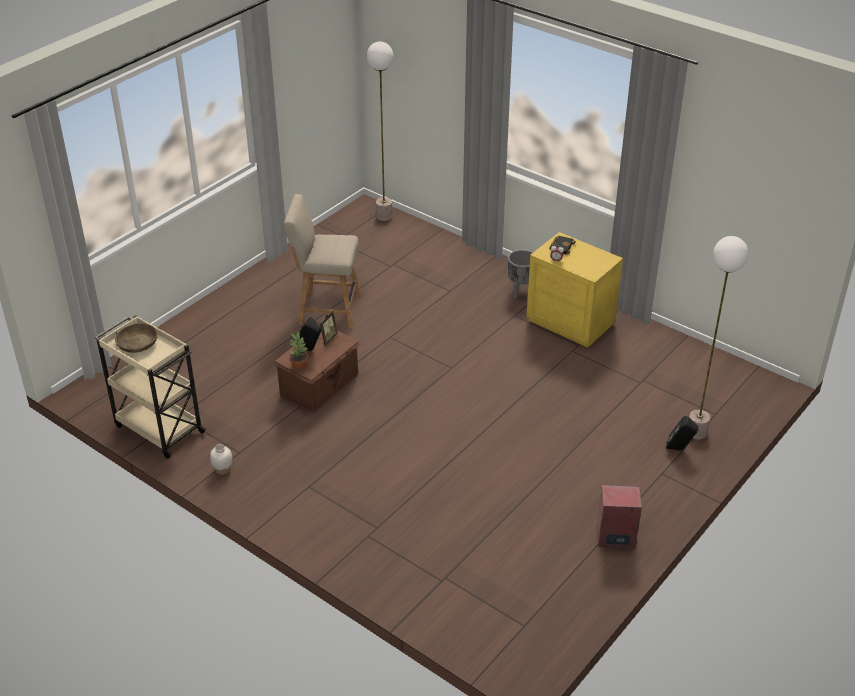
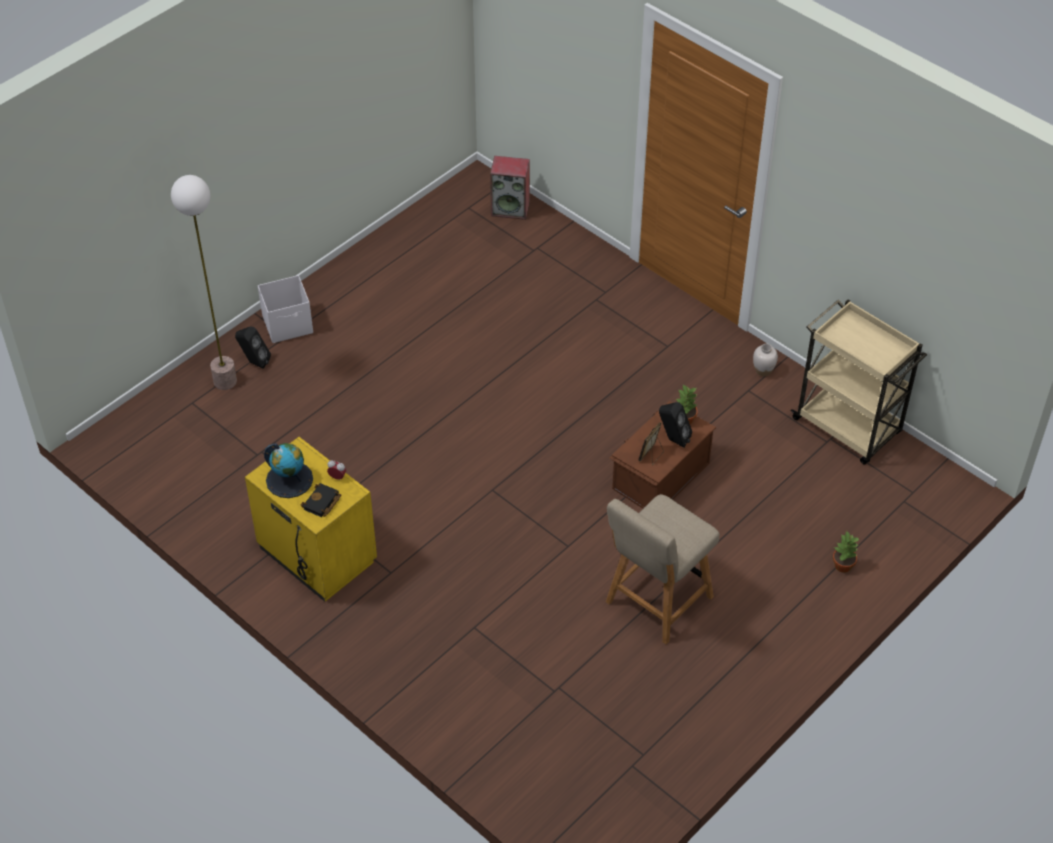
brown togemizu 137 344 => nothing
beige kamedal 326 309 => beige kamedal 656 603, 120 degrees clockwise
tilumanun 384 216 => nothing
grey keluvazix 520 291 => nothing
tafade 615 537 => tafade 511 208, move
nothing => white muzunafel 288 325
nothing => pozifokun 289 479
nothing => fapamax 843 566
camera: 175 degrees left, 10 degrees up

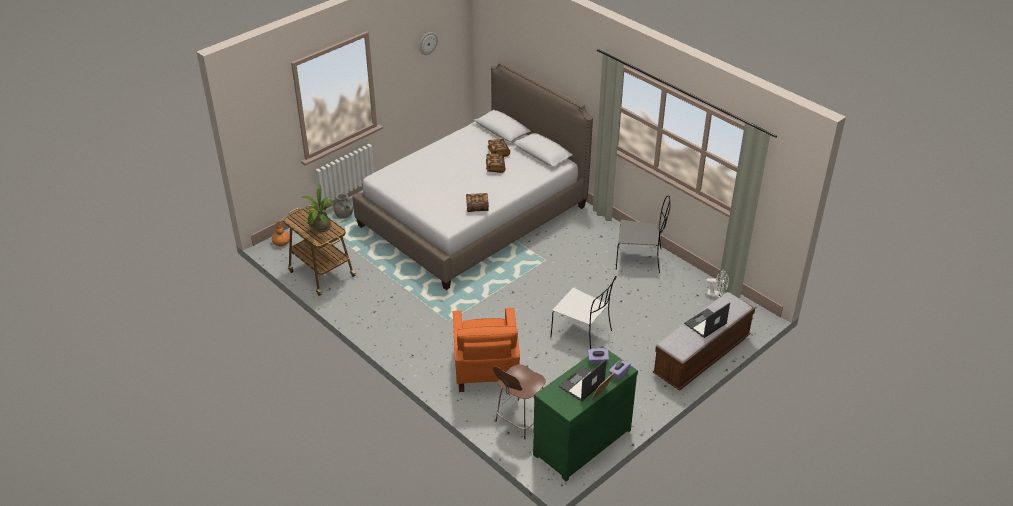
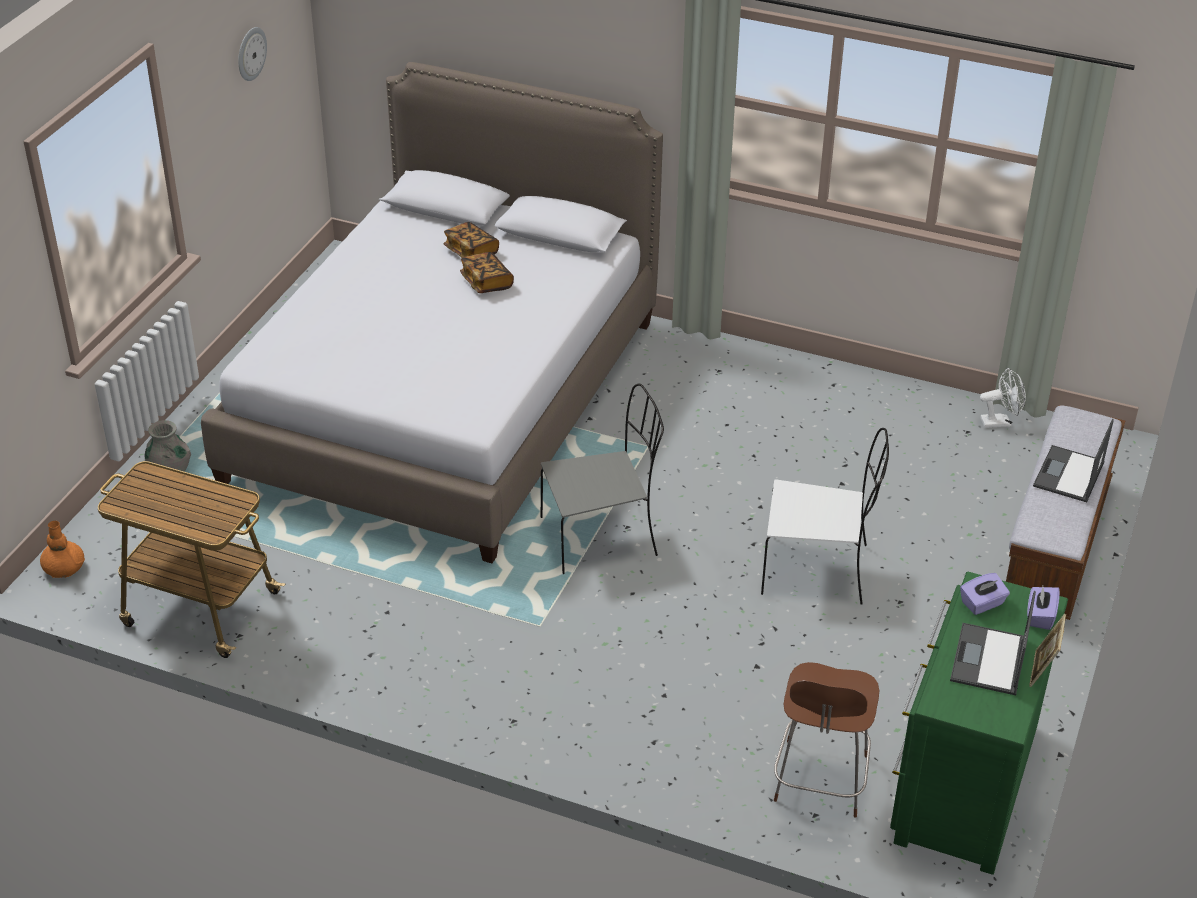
fapamax 320 228 => nothing
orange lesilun 485 371 => nothing
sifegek 477 207 => nothing
grey kamedal 640 259 => grey kamedal 601 536, move
camera: 25 degrees left, 0 degrees up

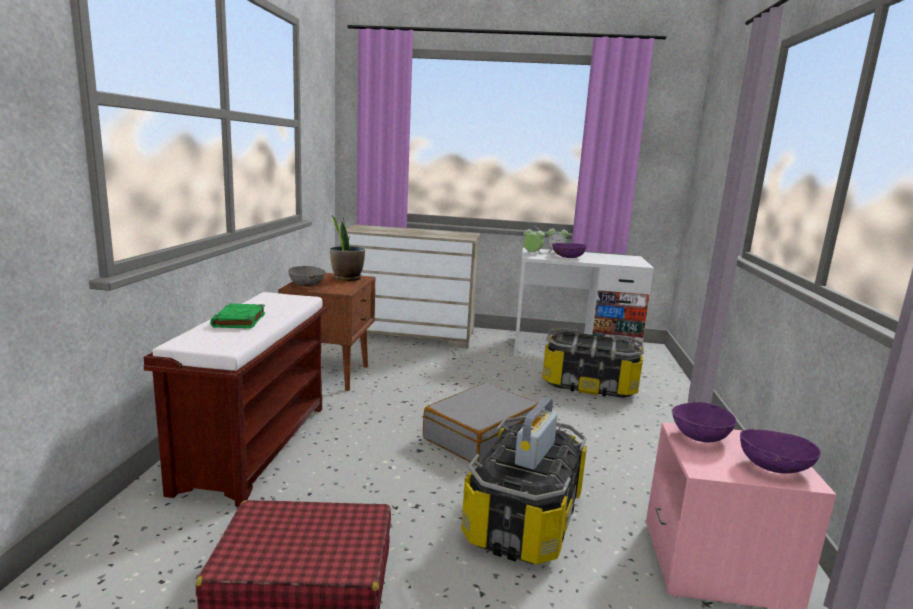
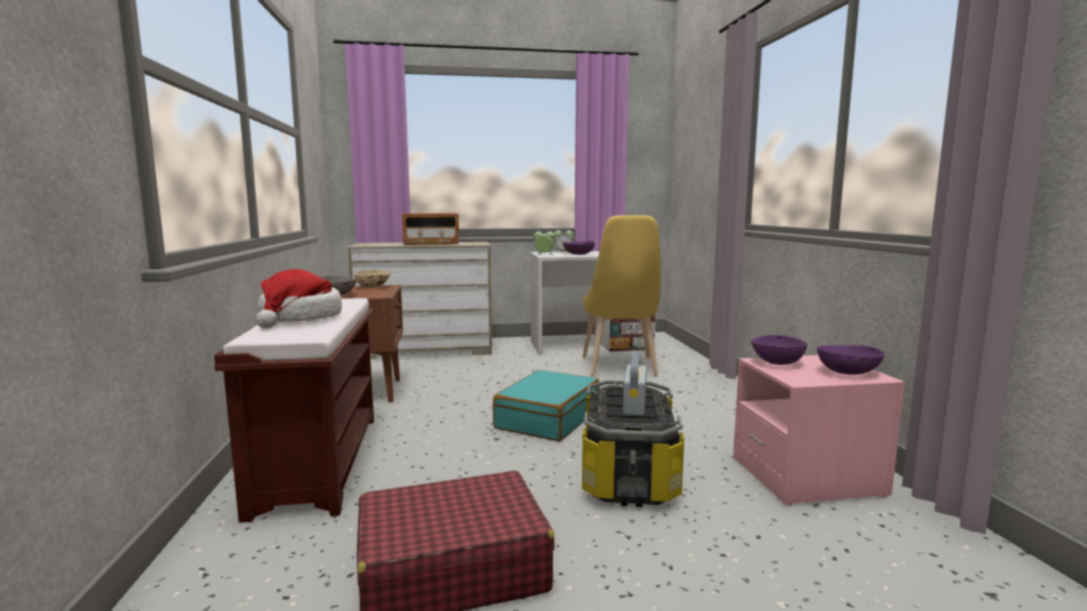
green sifegek 239 320 => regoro 299 318
fapamax 347 278 => beige togemizu 373 287
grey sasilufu 480 436 => turquoise sasilufu 547 419
muzunafel 589 385 => yellow kamedal 620 368
nothing => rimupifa 430 243
camera: 15 degrees left, 5 degrees down

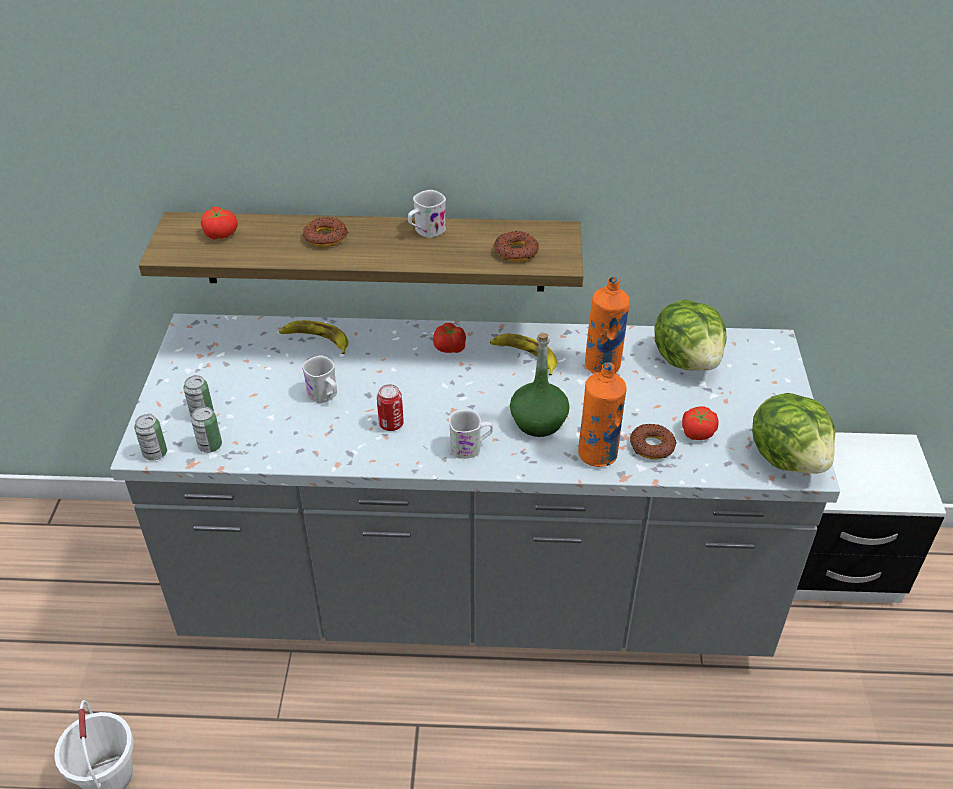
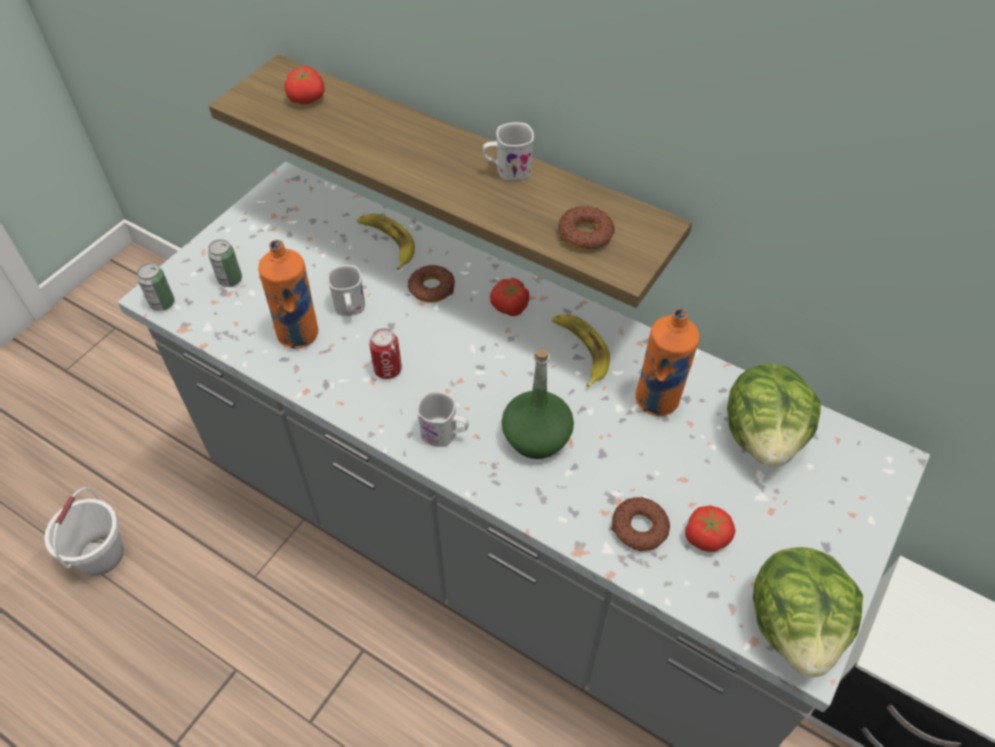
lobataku 210 446 => nothing
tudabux 325 237 => tudabux 432 288, move
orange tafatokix 597 454 => orange tafatokix 299 334, move
camera: 30 degrees right, 10 degrees up

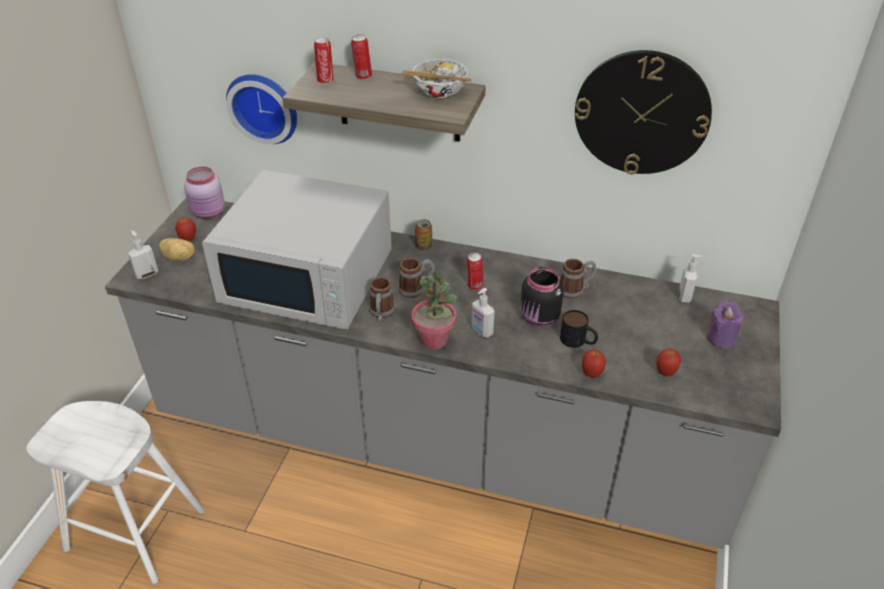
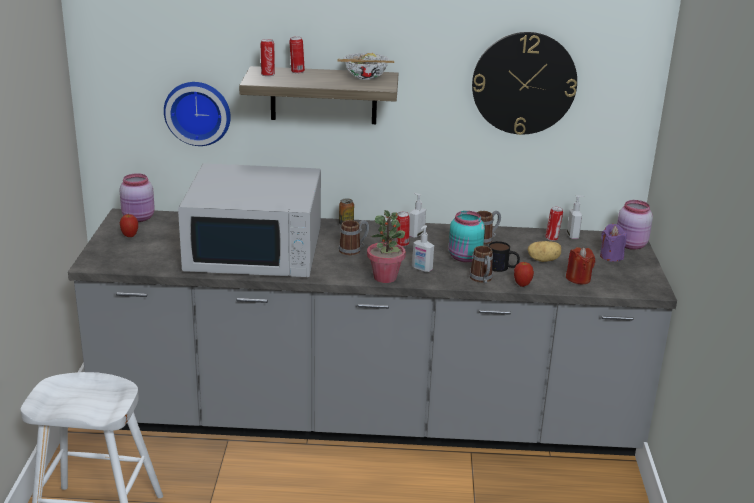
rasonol 146 274 => rasonol 416 234, move
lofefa 180 257 => lofefa 543 260, move
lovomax 381 313 => lovomax 482 280, move
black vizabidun 539 318 => turquoise vizabidun 464 258
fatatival 665 372 => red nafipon 578 279
nothing => lobataku 552 238
nothing => pink vizabidun 630 245
camera: 15 degrees left, 15 degrees down

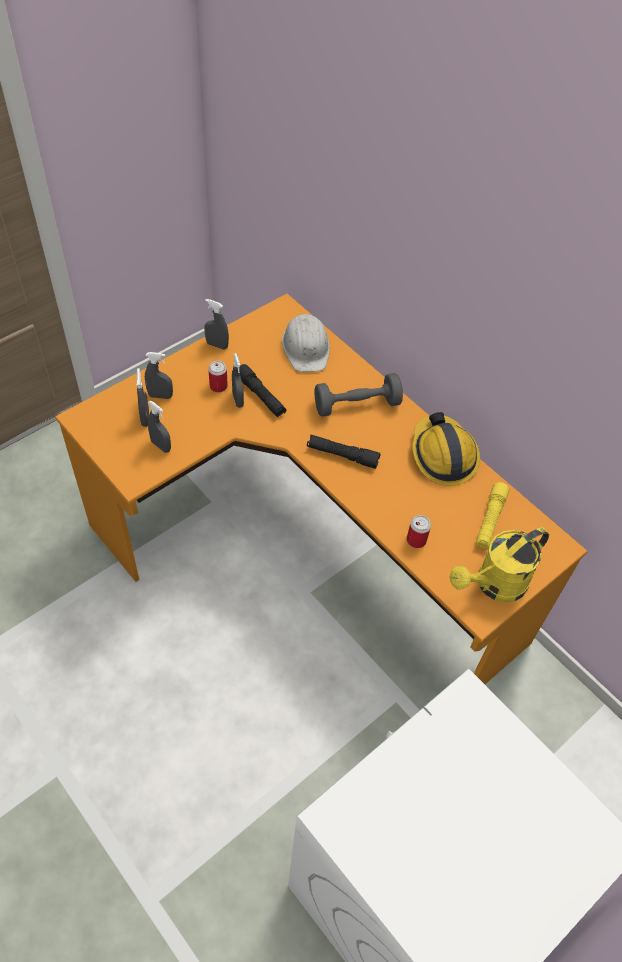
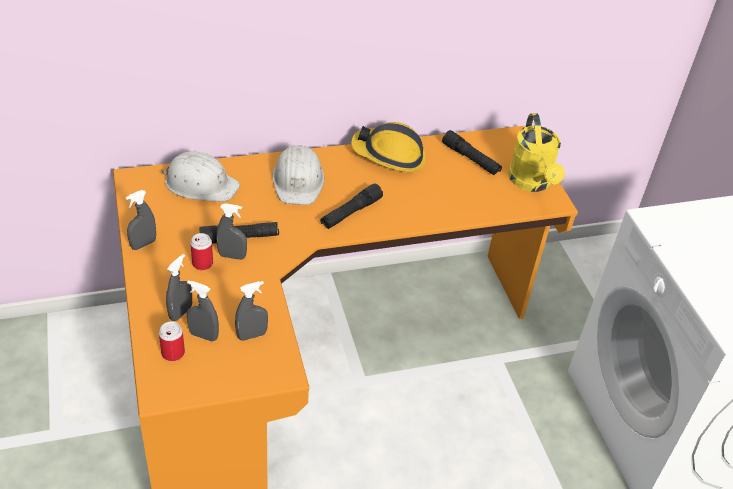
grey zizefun 356 405 => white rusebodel 298 181
lobataku 416 540 => lobataku 173 353, move
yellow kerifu 490 520 => black kerifu 470 159
camera: 65 degrees left, 10 degrees down

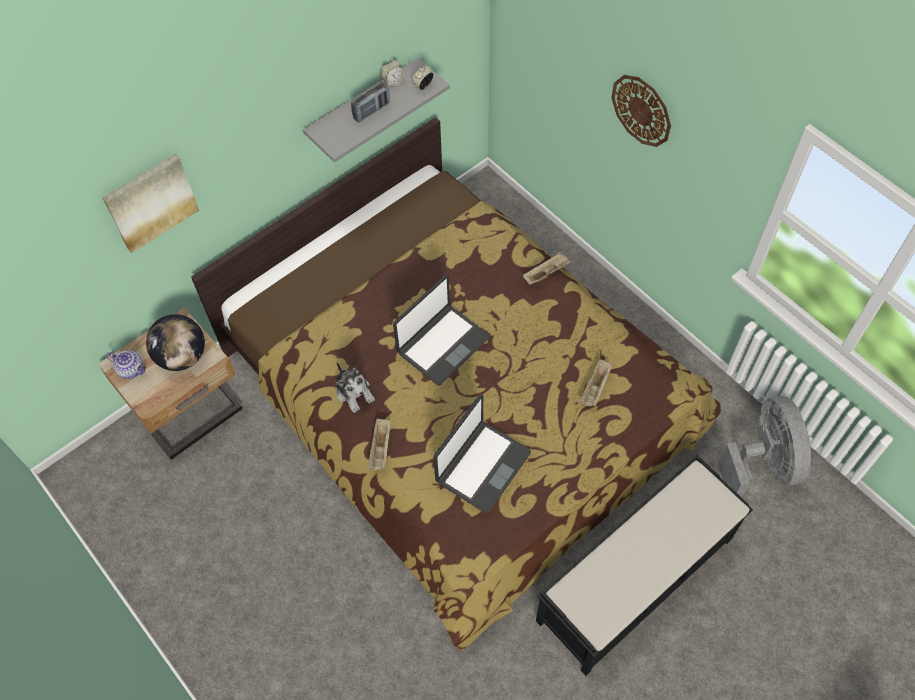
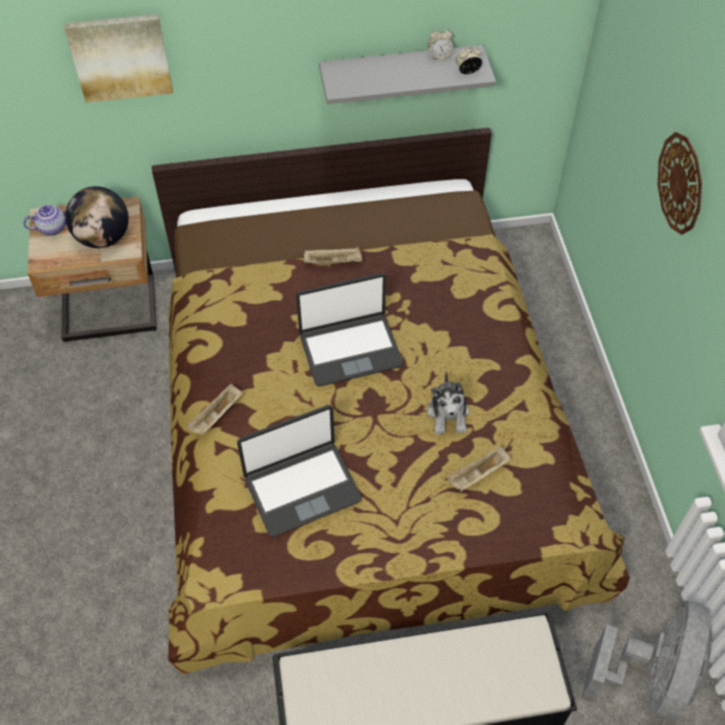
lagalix 132 370 => lagalix 53 228, 75 degrees counterclockwise
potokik 354 392 => potokik 448 414, move
rimupifa 371 111 => nothing
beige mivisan 546 273 => beige mivisan 334 262, move
camera: 30 degrees right, 5 degrees down

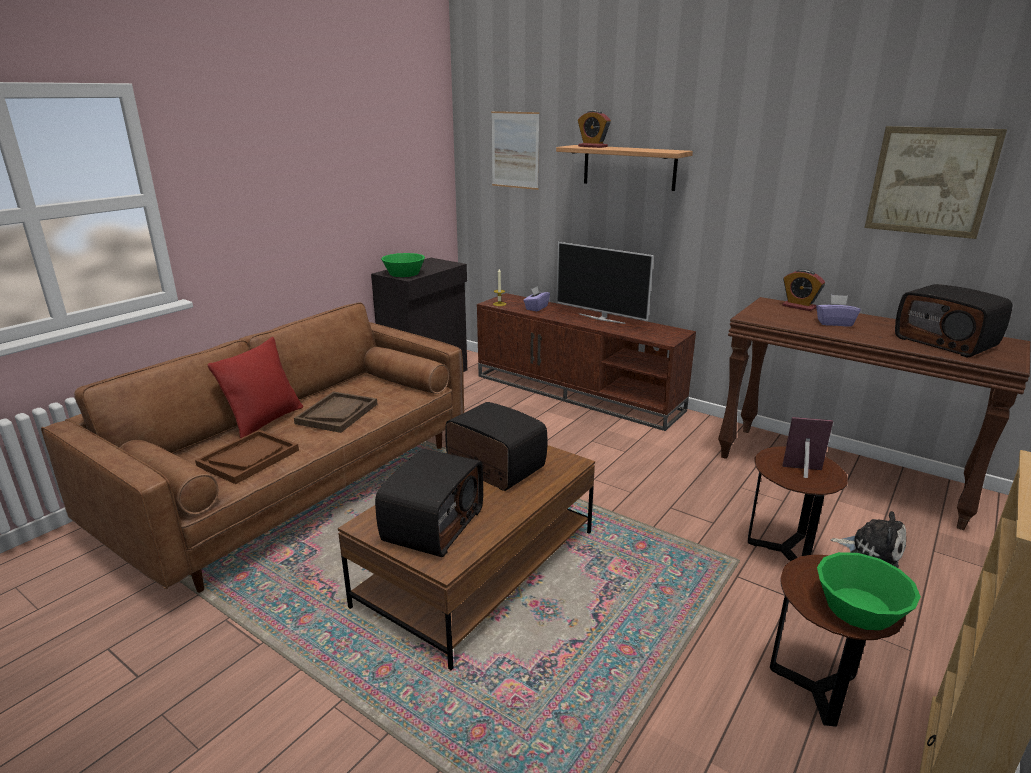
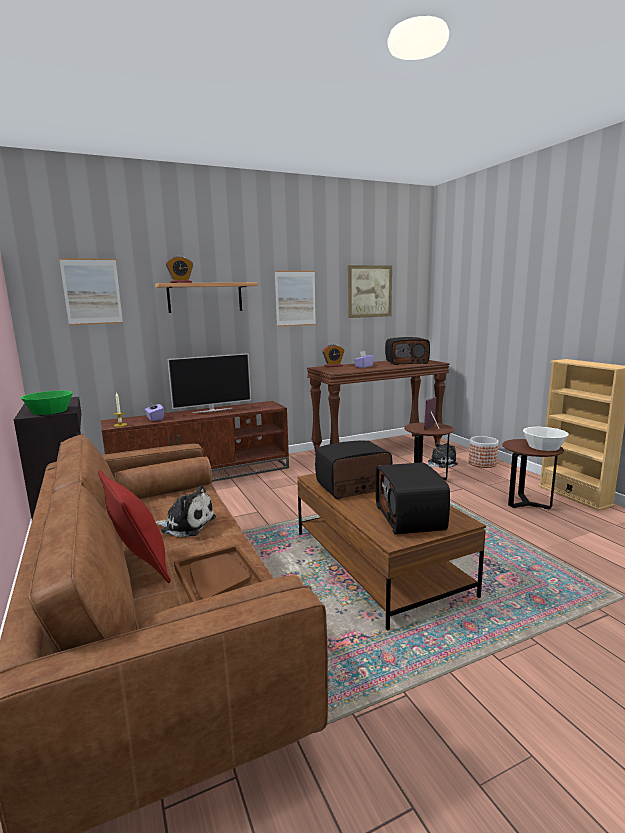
brown mivisan 337 413 => potokik 186 524
rimupifa 432 524 => rimupifa 411 517, 150 degrees counterclockwise
green togemizu 859 607 => white togemizu 543 446
nothing => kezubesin 295 298
nothing => keluvazix 482 463
camera: 60 degrees left, 10 degrees down

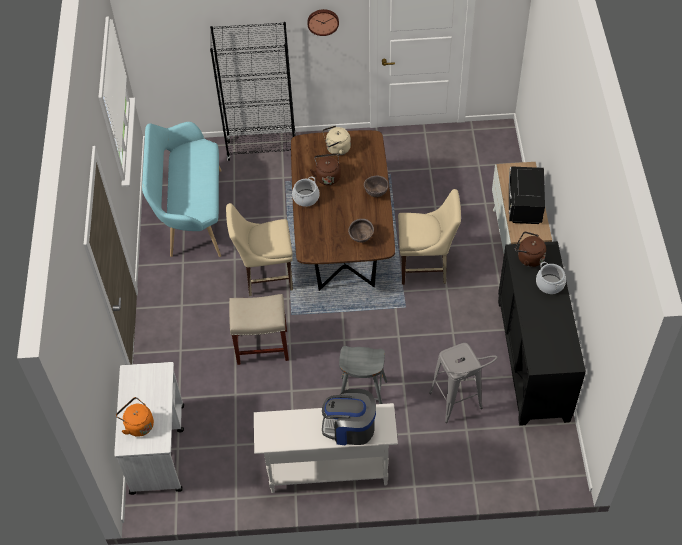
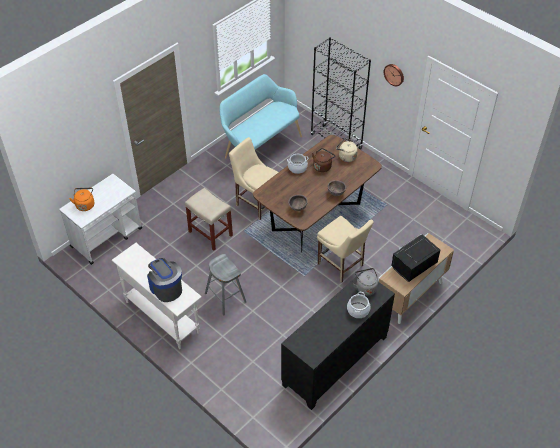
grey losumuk 459 407 => nothing
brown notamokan 528 258 => grey notamokan 365 287
camera: 45 degrees right, 5 degrees down

